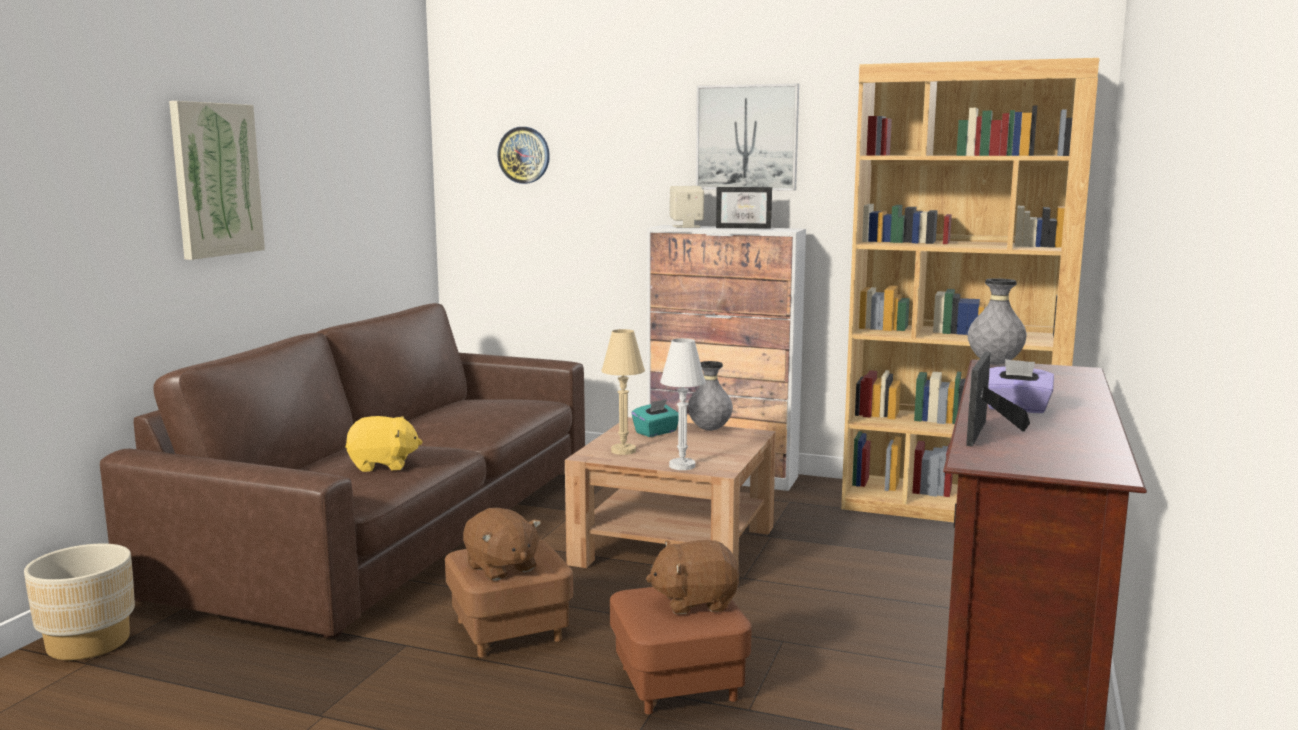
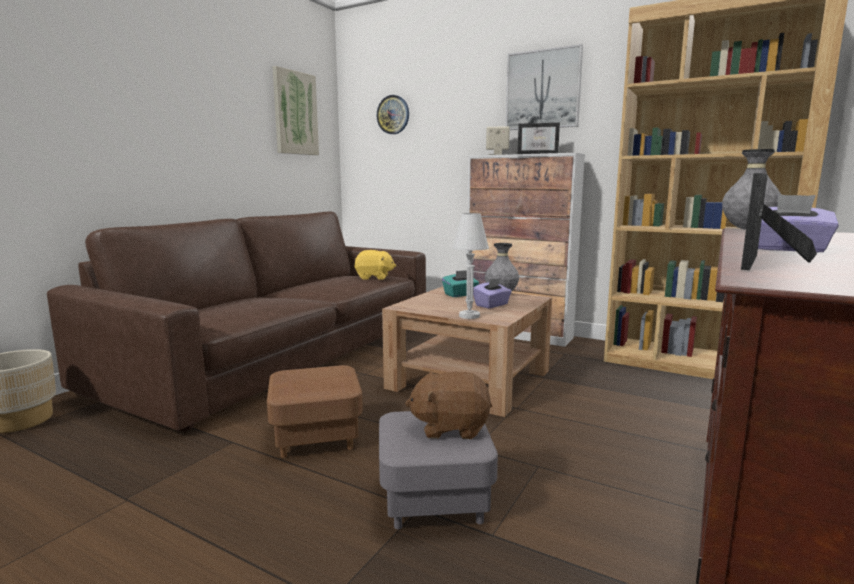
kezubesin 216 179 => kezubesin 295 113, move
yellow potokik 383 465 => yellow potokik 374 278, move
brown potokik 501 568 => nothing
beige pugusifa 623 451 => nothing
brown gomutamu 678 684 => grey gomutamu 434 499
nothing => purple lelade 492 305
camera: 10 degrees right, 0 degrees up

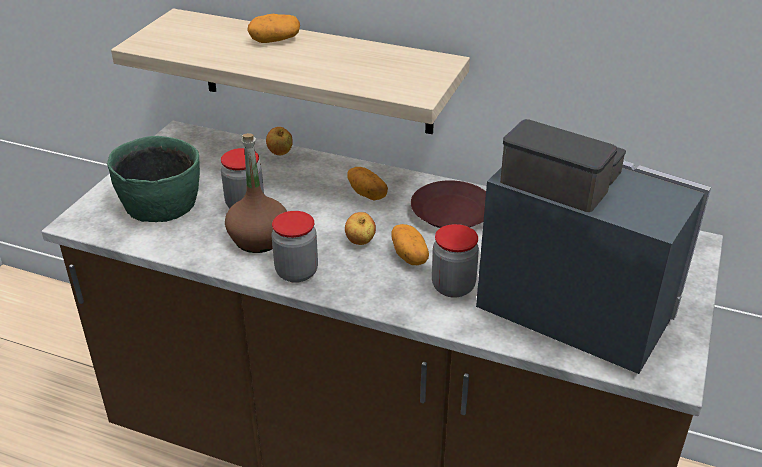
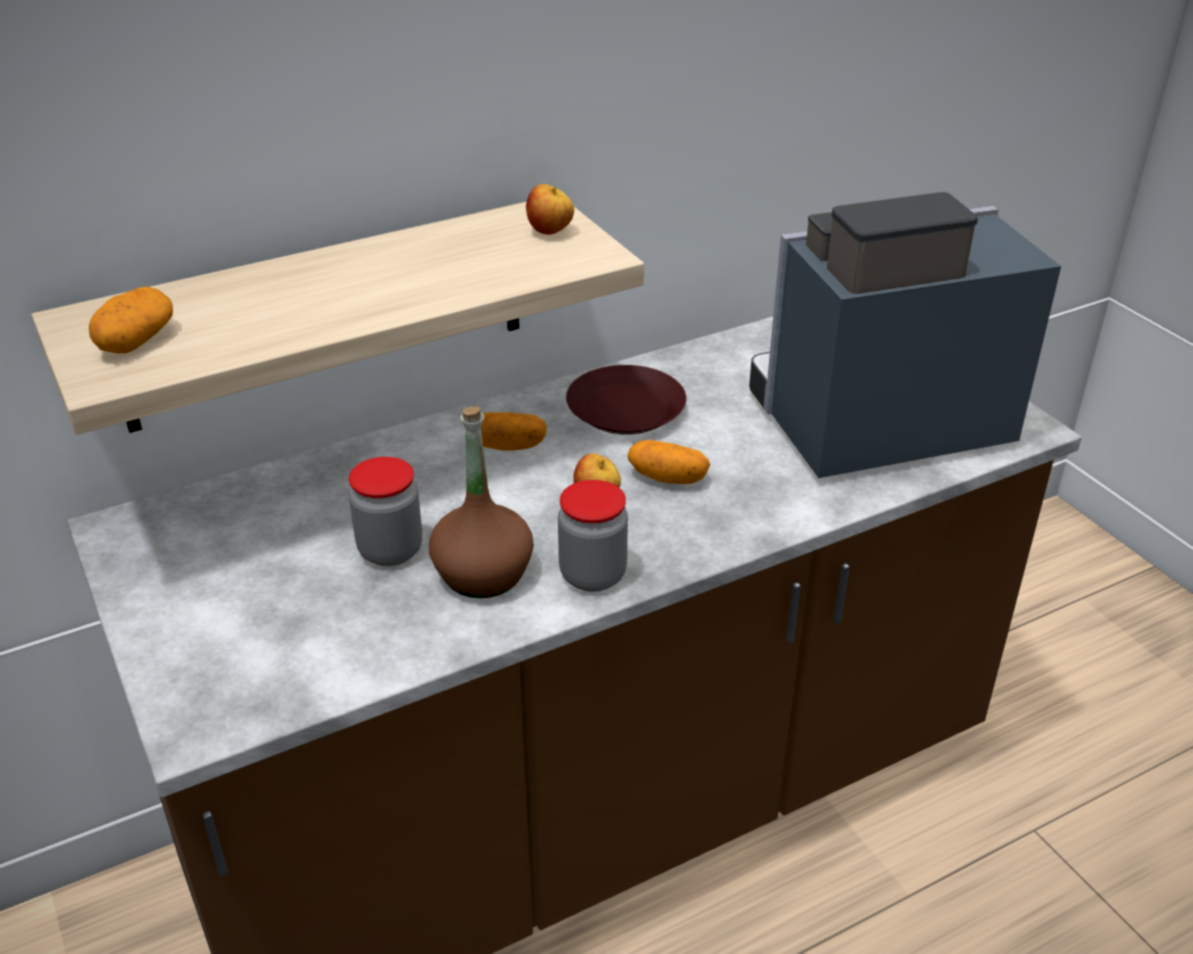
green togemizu 162 204 => nothing
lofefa 275 40 => lofefa 136 341, move
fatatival 280 154 => fatatival 550 232, move
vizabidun 453 287 => nothing
camera: 50 degrees left, 0 degrees up

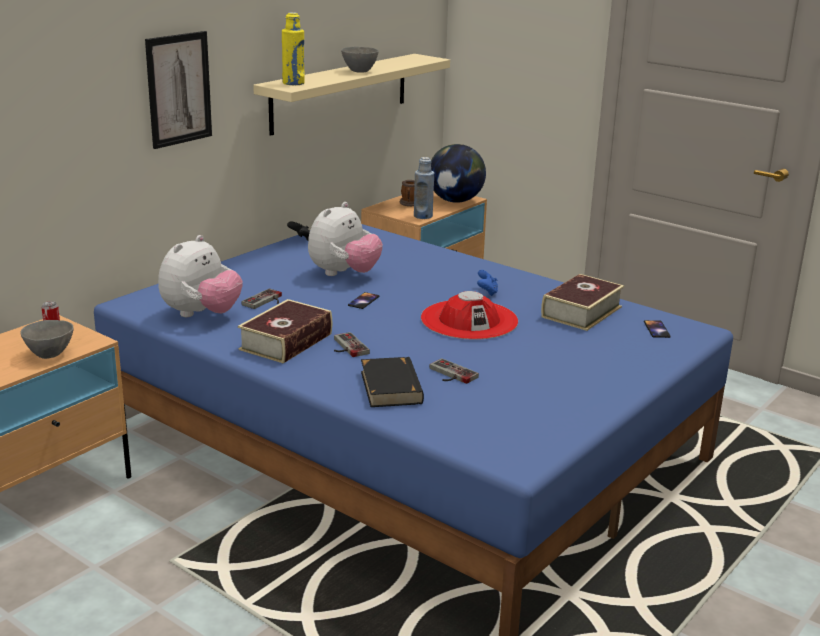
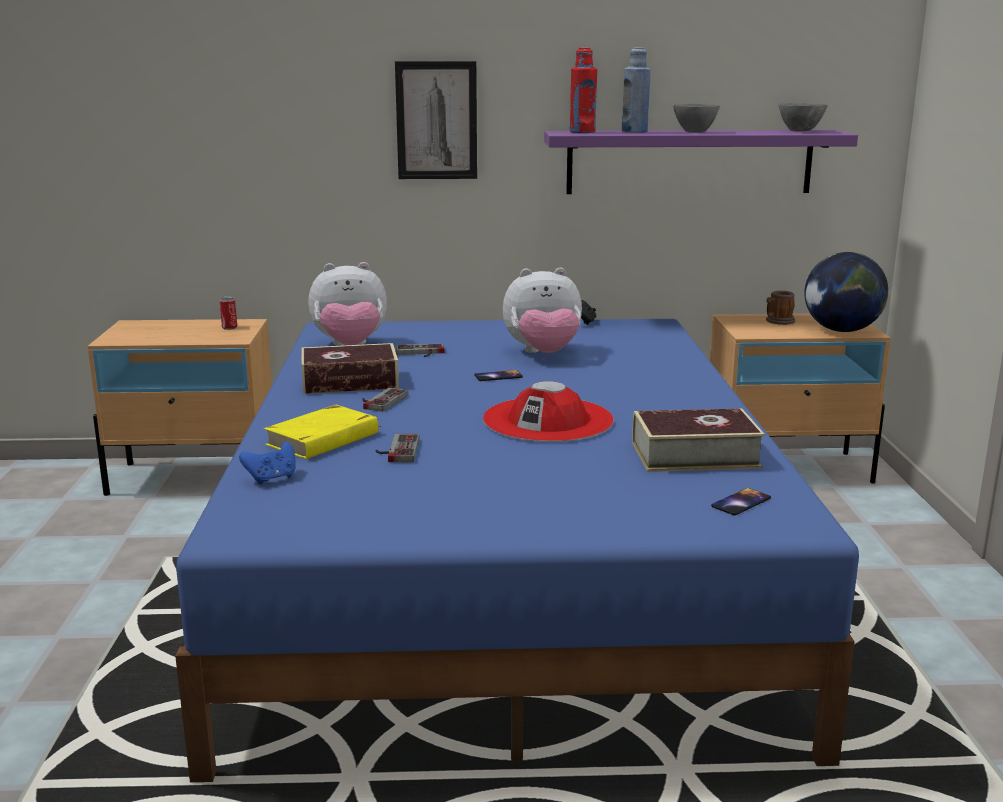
grey togemizu 50 354 => grey togemizu 800 131, move
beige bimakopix 340 93 => purple bimakopix 689 162
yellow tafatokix 293 83 => red tafatokix 582 132
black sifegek 391 387 => yellow sifegek 323 439
blue tafatokix 423 216 => blue tafatokix 634 132, move
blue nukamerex 487 292 => blue nukamerex 272 478, move
camera: 50 degrees right, 5 degrees down

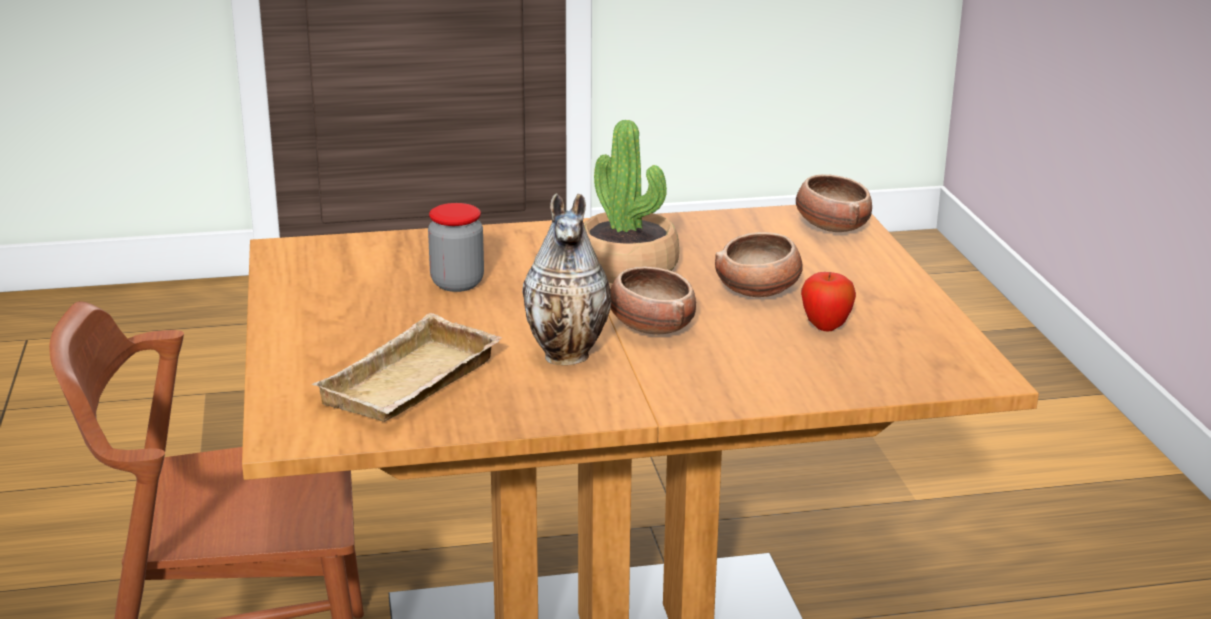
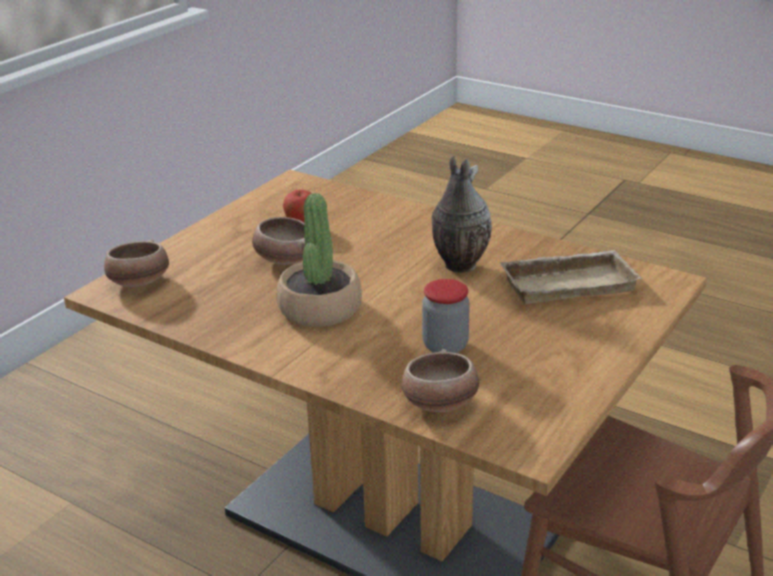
togemizu 650 327 => togemizu 440 404, move
camera: 135 degrees left, 5 degrees up

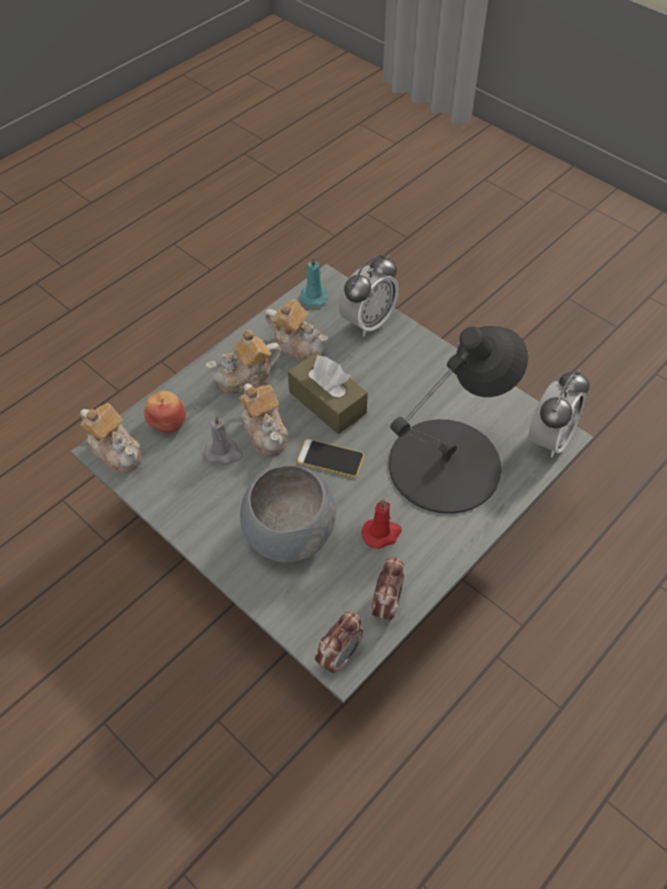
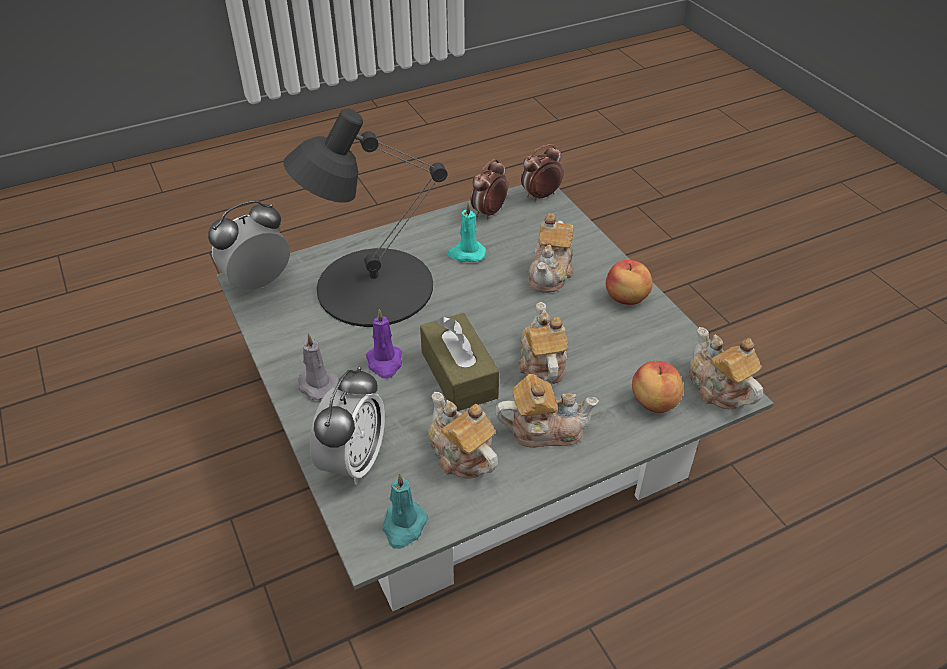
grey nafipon 224 453 => grey nafipon 316 385, move
grey togemizu 288 534 => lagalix 551 273
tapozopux 330 459 => nothing
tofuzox 367 322 => tofuzox 353 461, 135 degrees clockwise
red nafipon 382 533 => turquoise nafipon 466 253
nothing => purple nafipon 385 363
nothing => fatatival 626 298
camera: 160 degrees left, 10 degrees down

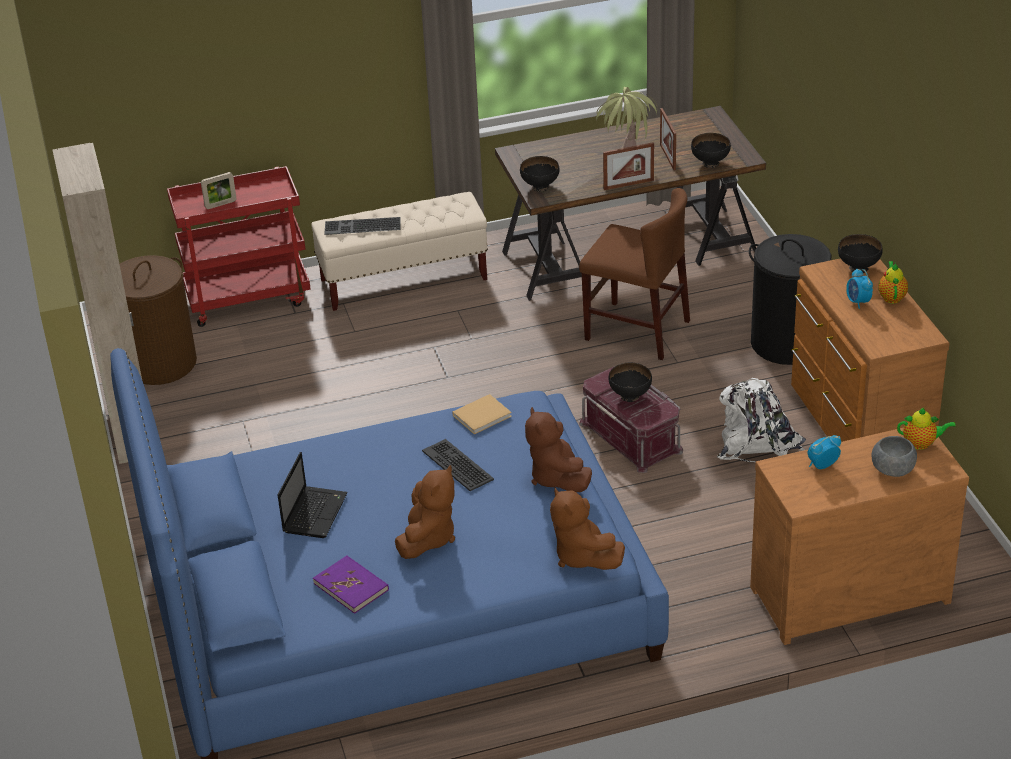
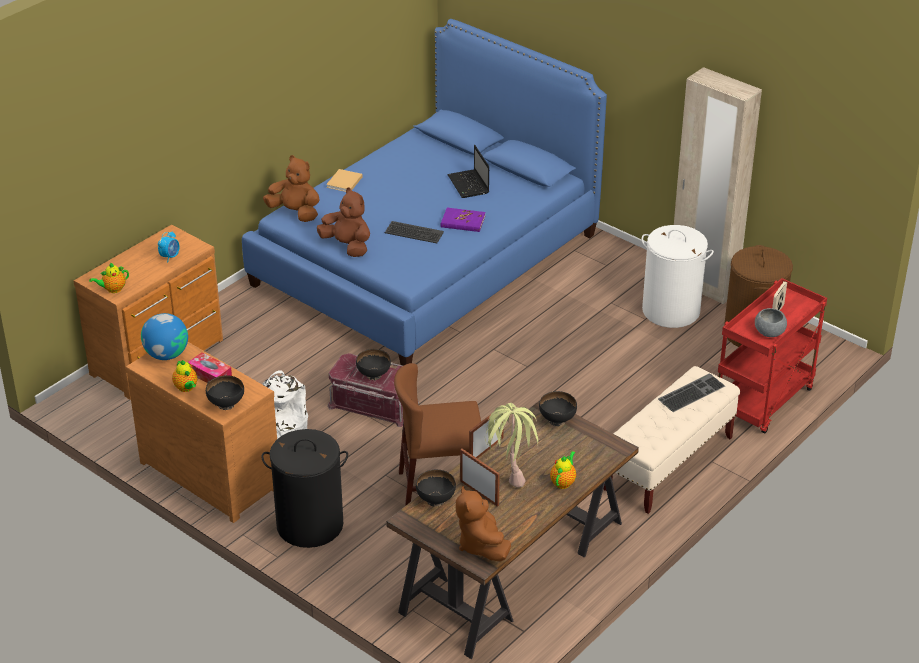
purple sifegek 351 586 => purple sifegek 463 222, move
brown potokik 428 538 => brown potokik 481 545, move
beige sifegek 483 415 => beige sifegek 344 182, move
tofuzox 858 302 => lelade 210 375
grey togemizu 893 469 => grey togemizu 769 332, move
nothing => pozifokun 166 354
nothing => lagalix 563 482
nothing => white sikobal 671 311
camera: 145 degrees right, 0 degrees up

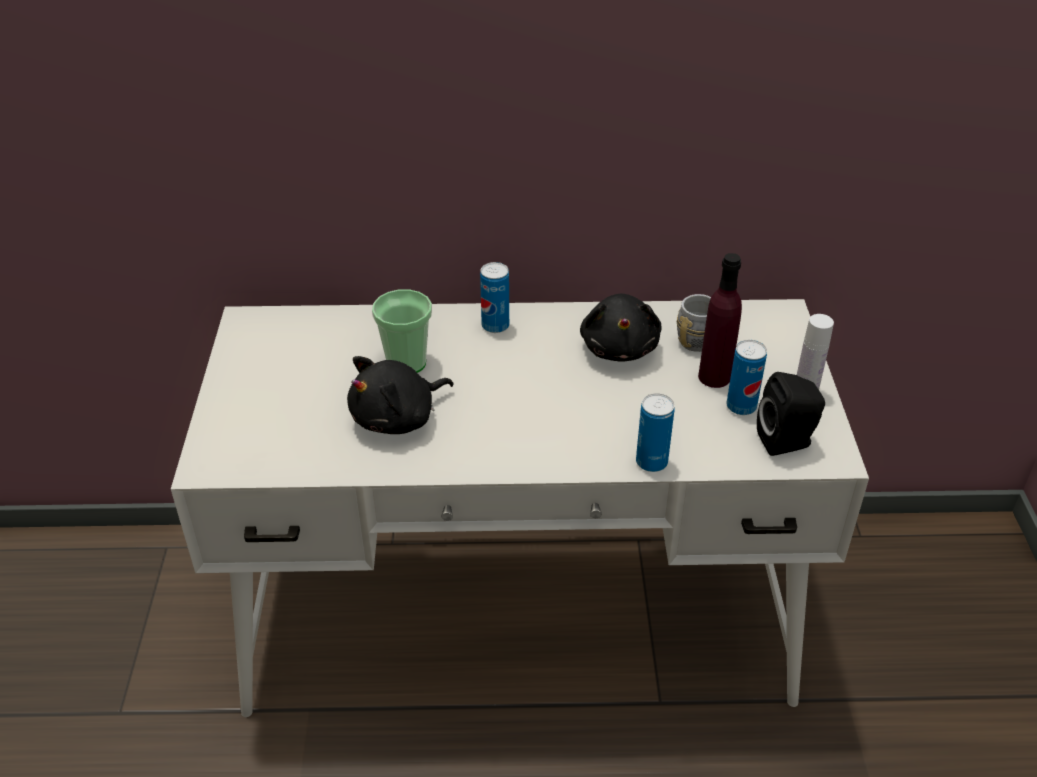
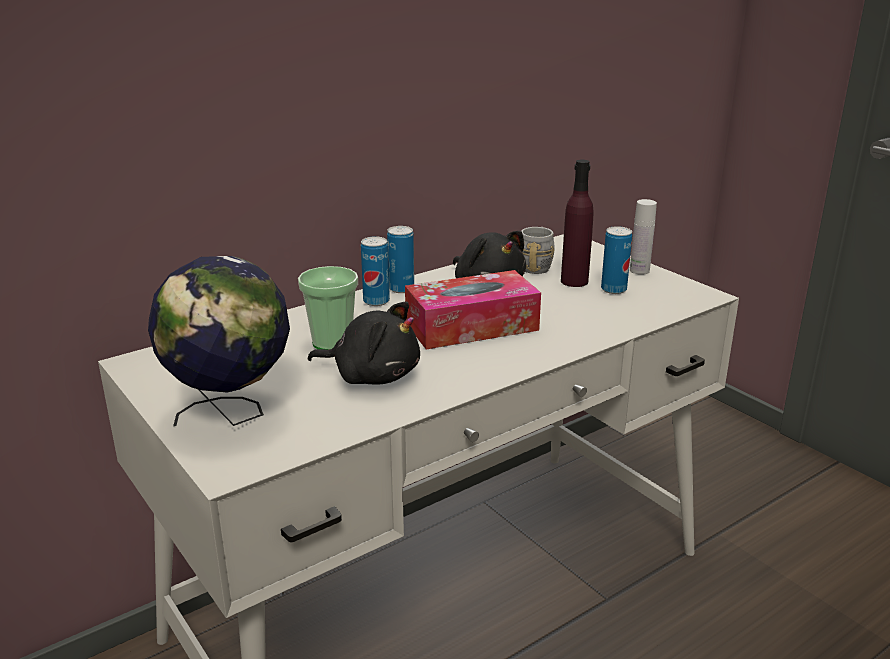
black potokik 398 418 => black potokik 372 376, 90 degrees counterclockwise
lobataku 651 462 => lobataku 401 289, move
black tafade 787 442 => nothing
nothing => pozifokun 231 415
nothing => lelade 471 326
camera: 35 degrees left, 15 degrees down

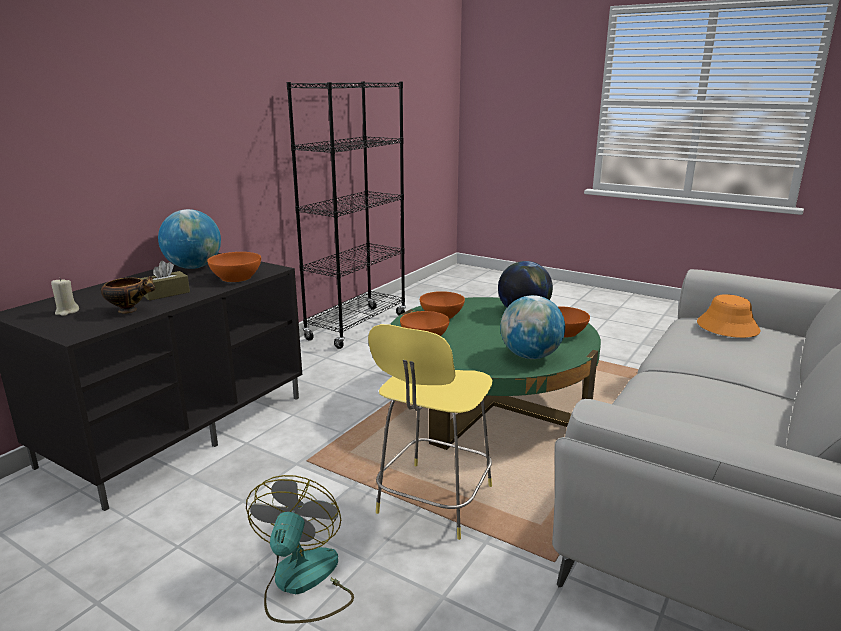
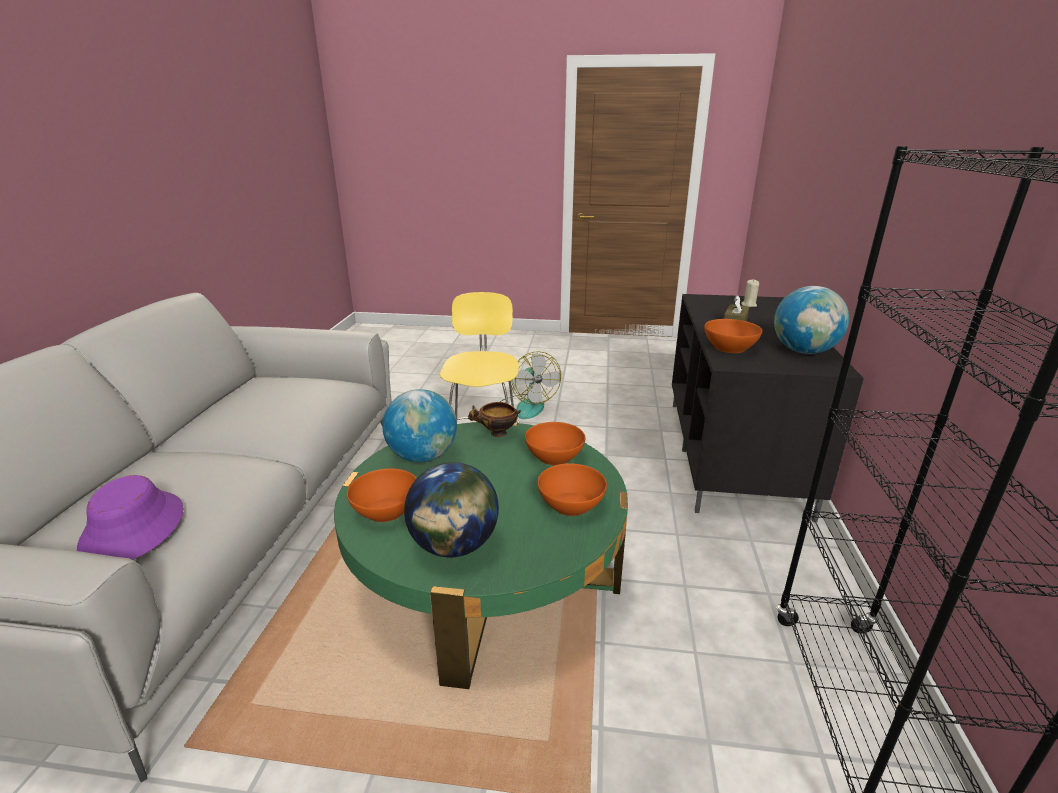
togemizu 130 310 => togemizu 497 434, move
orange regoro 727 327 => purple regoro 134 528
camera: 155 degrees right, 5 degrees up

